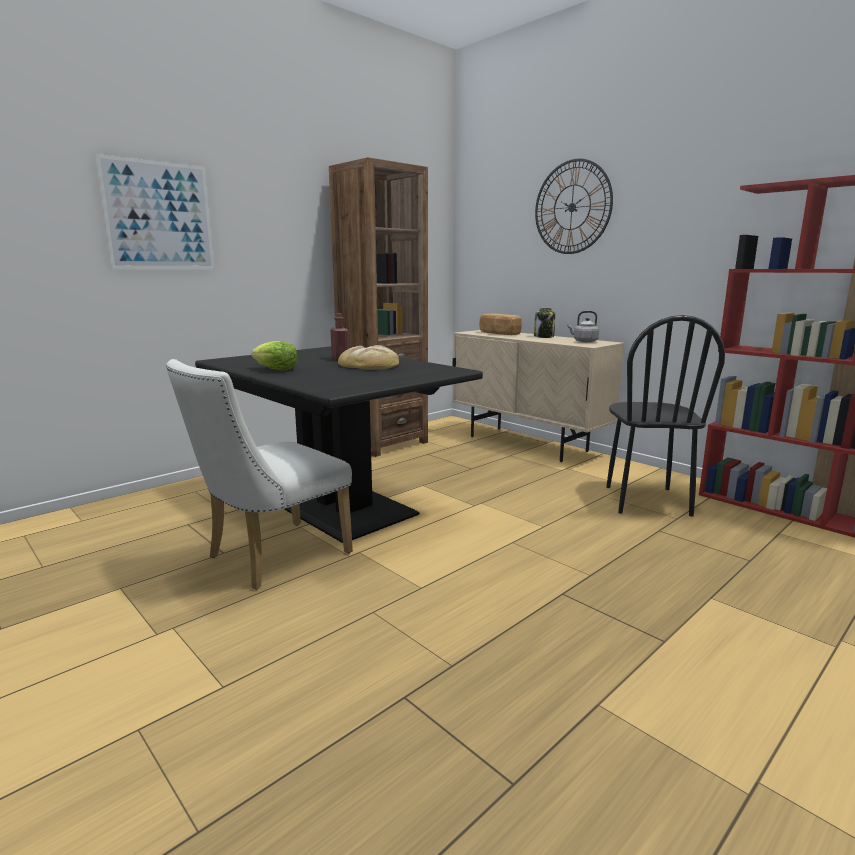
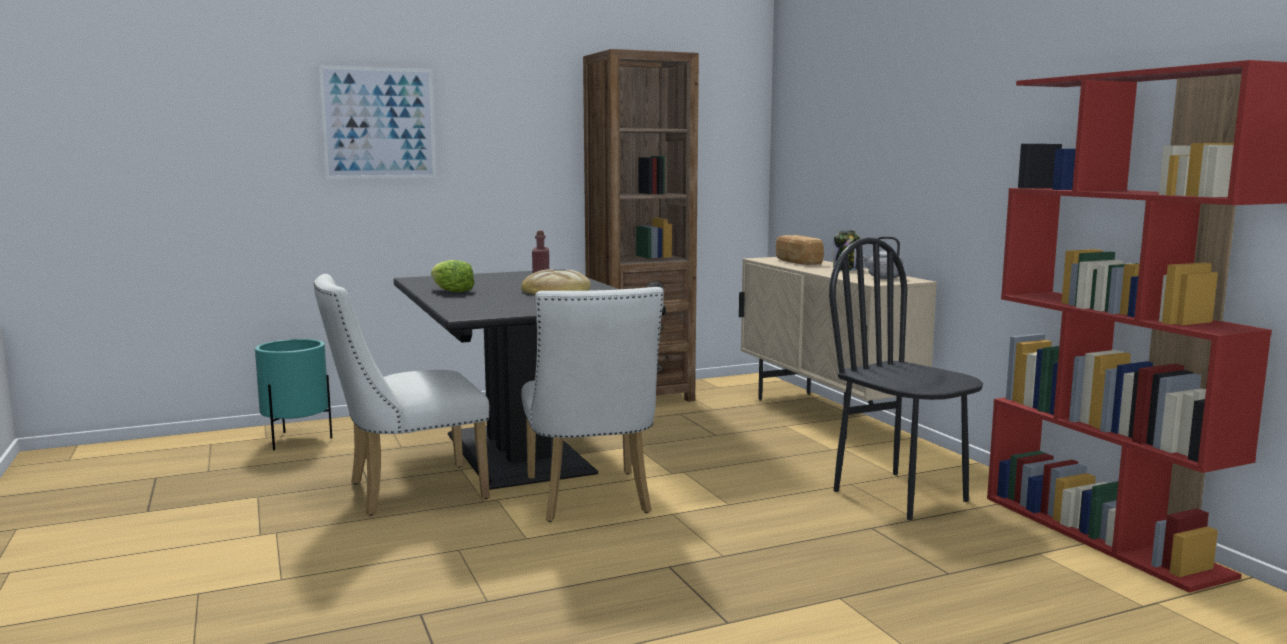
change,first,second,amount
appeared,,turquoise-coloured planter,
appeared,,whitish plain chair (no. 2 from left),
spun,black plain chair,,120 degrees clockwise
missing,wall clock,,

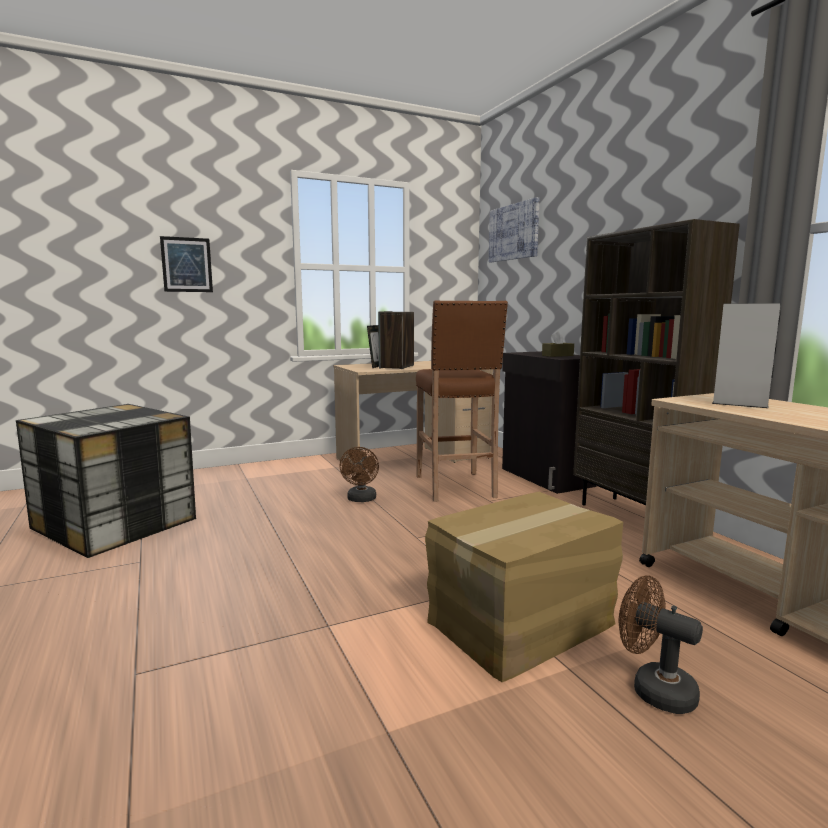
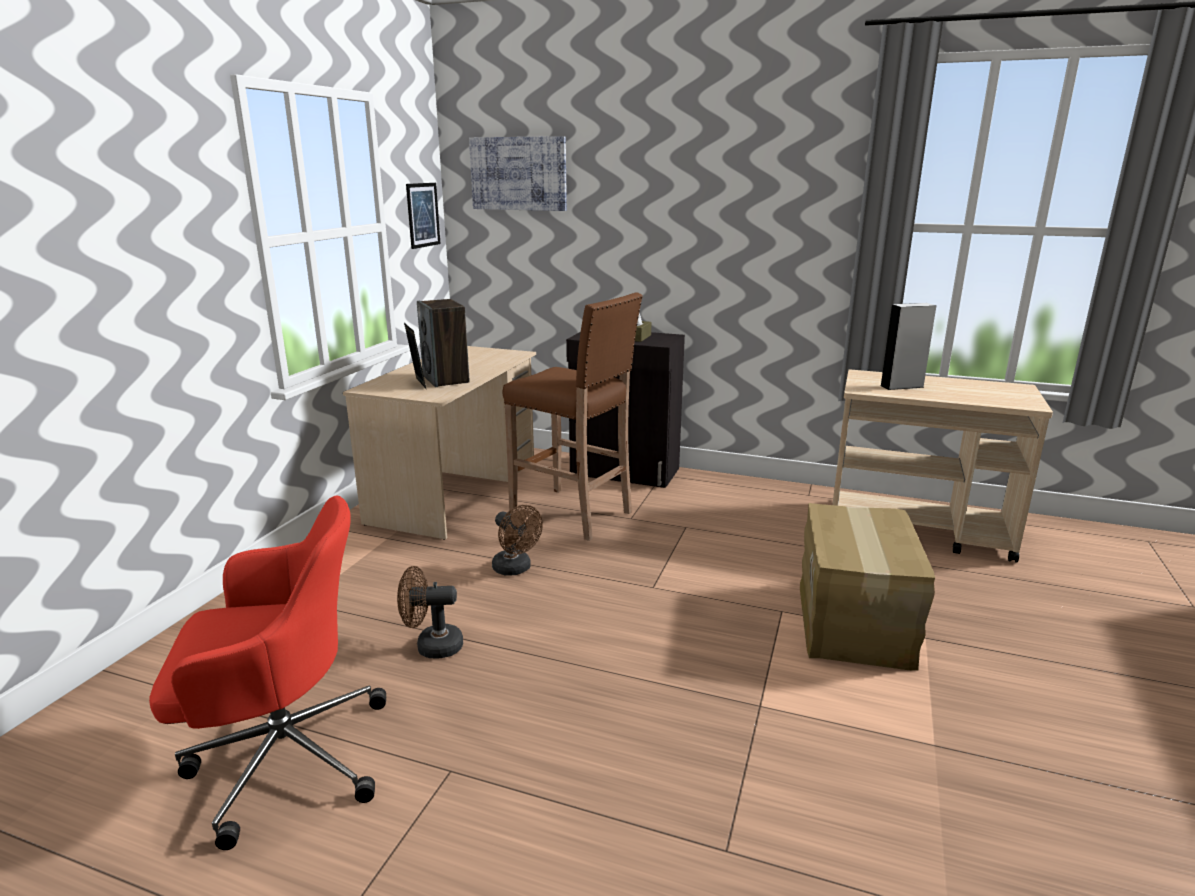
change,first,second,amount
exchanged,storage container,reddish desk chair,
relocated,brown-coloured electric fan (no. 2 from left in the first image),brown-coloured electric fan (no. 1 from left),
relocated,wall art (no. 1 from left),,
missing,brown-coloured bookshelf,,

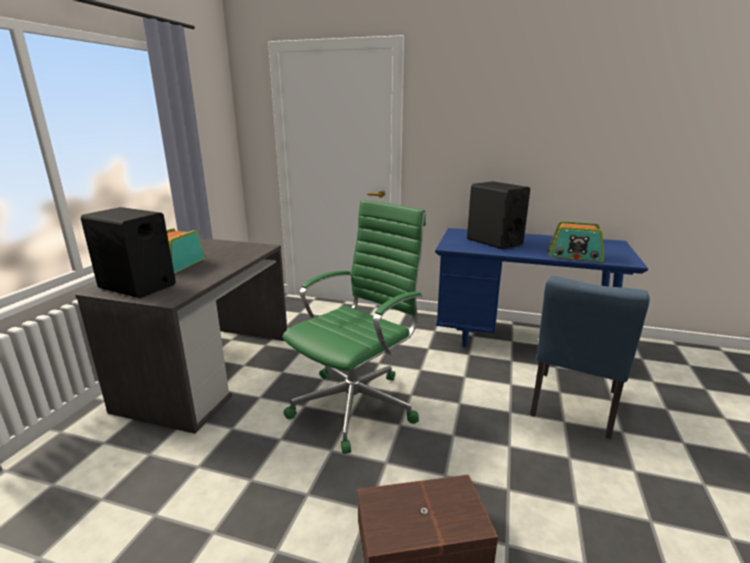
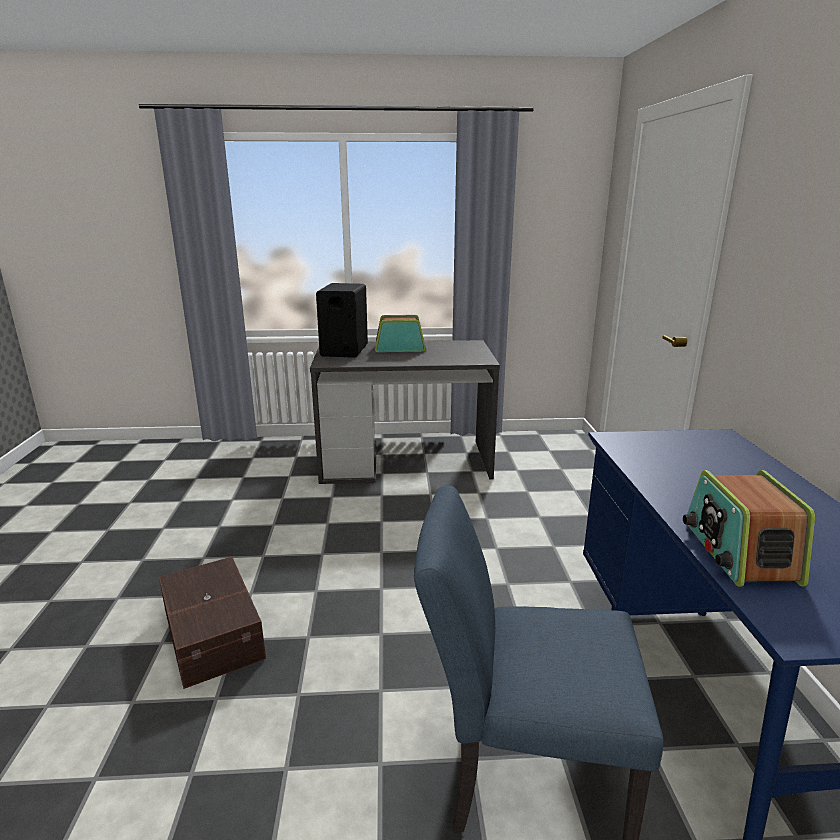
change,first,second,amount
missing,greenish desk chair,,
missing,black loudspeaker (no. 2 from left),,

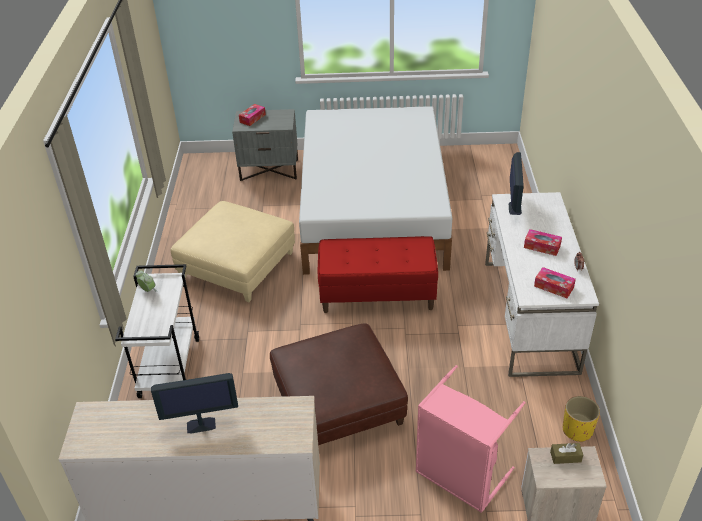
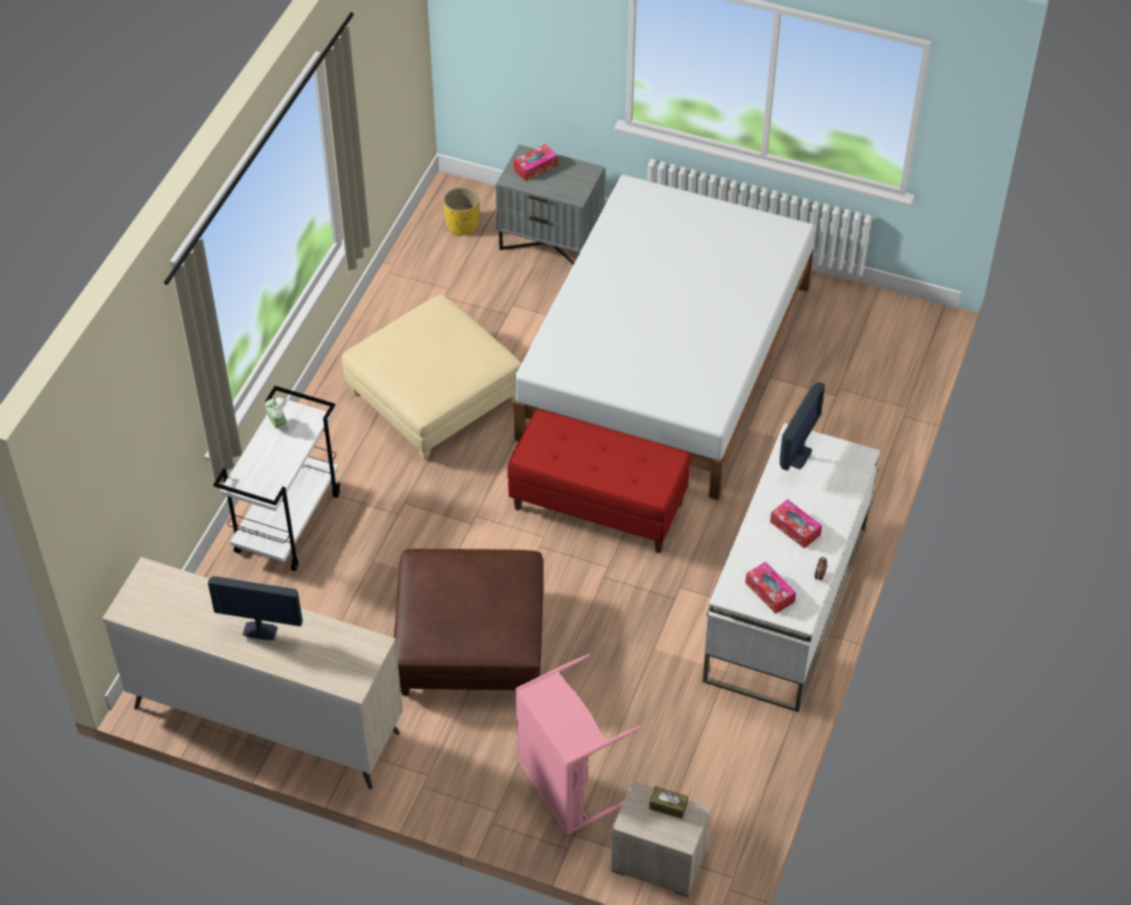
change,first,second,amount
relocated,yellowish planter,,

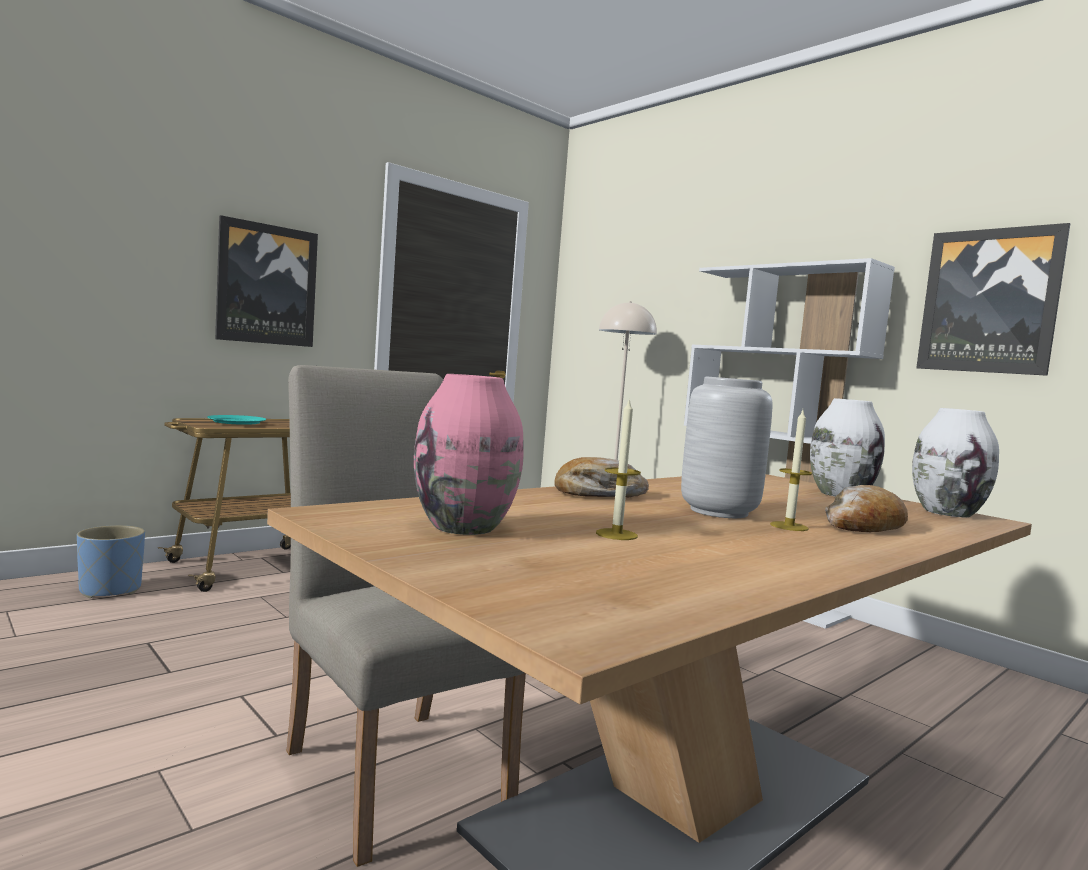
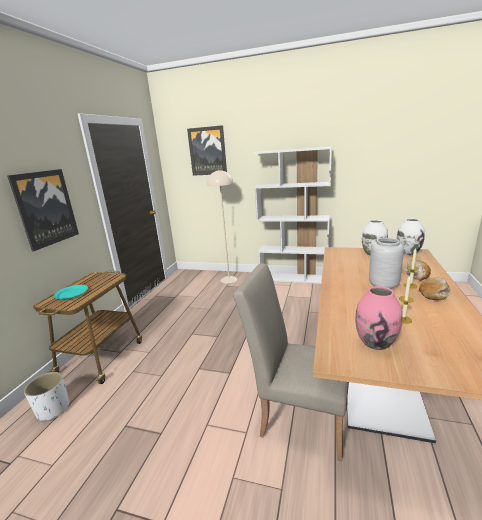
change,first,second,amount
colour,blue-coloured planter,whitish planter,
relocated,wall art (no. 2 from left),,
relocated,baked bread (no. 1 from left in the first image),baked bread (no. 2 from left),

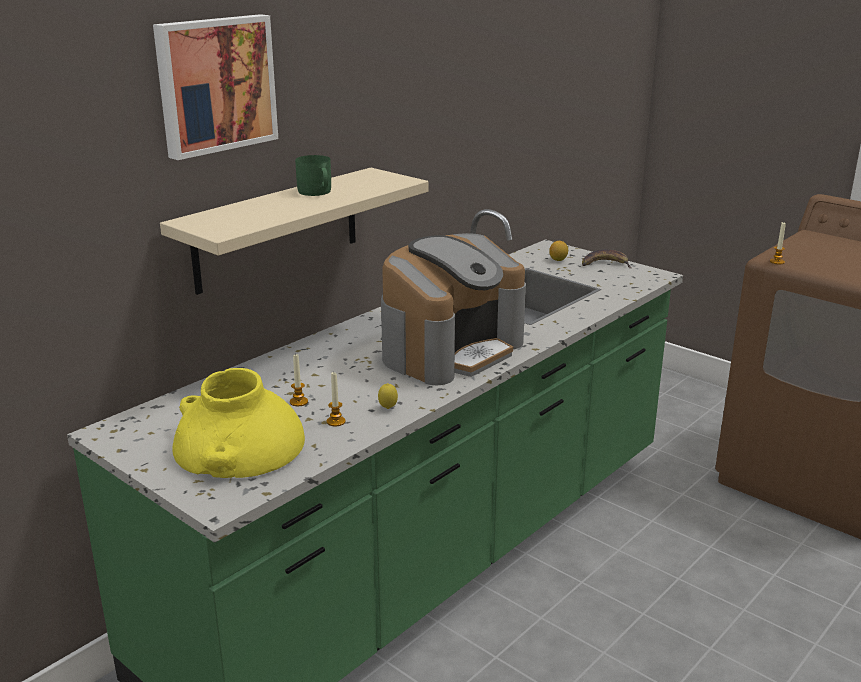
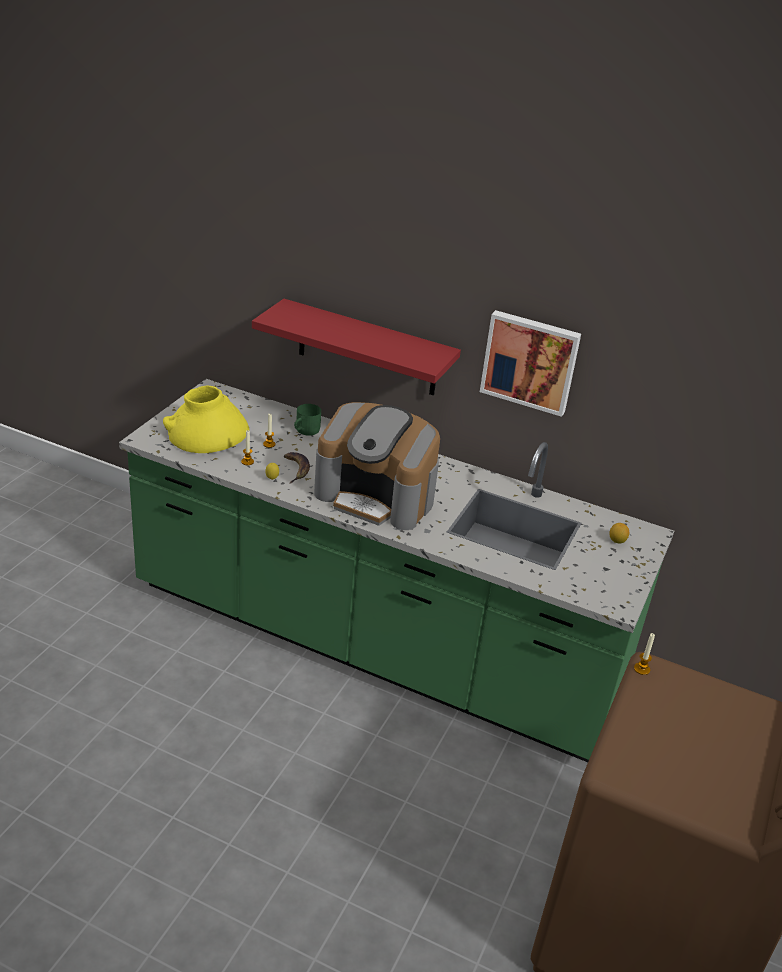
change,first,second,amount
colour,sand-coloured wall shelf,reddish wall shelf,
relocated,banana,,
relocated,greenish mug,,
relocated,wall art,,

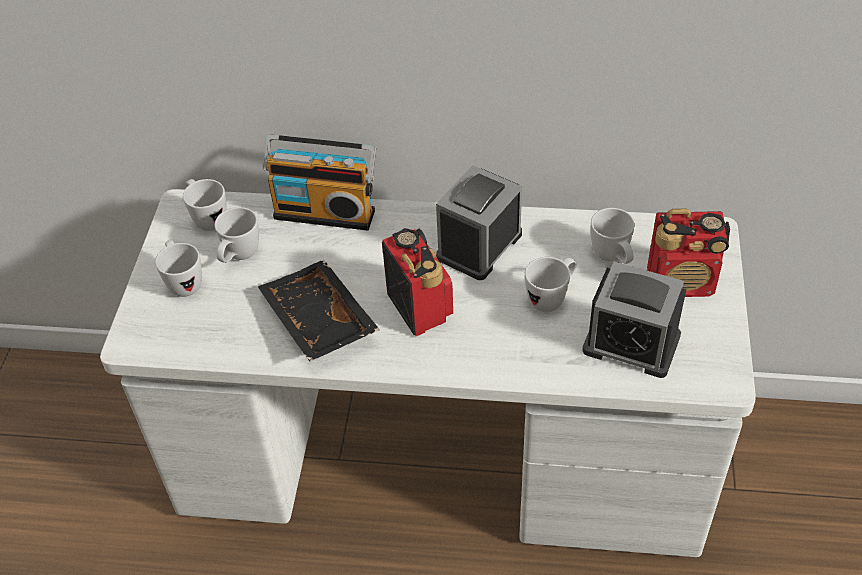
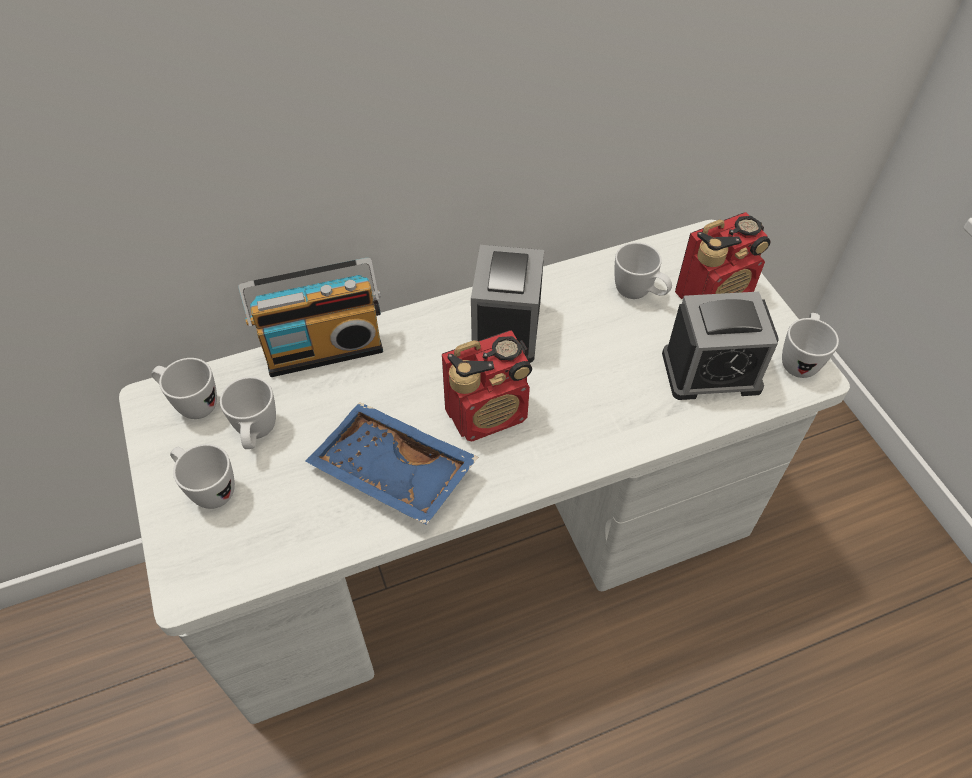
change,first,second,amount
colour,black tray,blue-coloured tray,
spun,radio (no. 2 from left),,120 degrees clockwise
relocated,whitish mug (no. 4 from left in the first image),whitish mug (no. 5 from left),

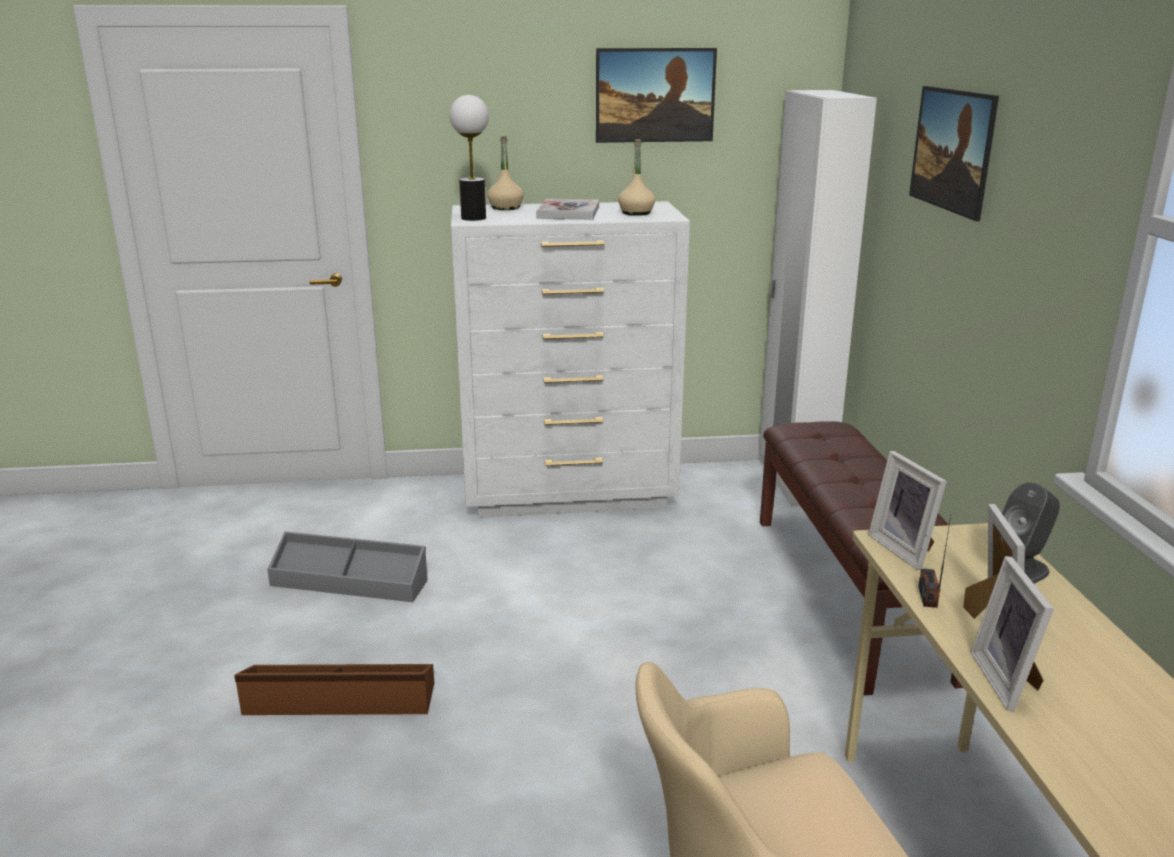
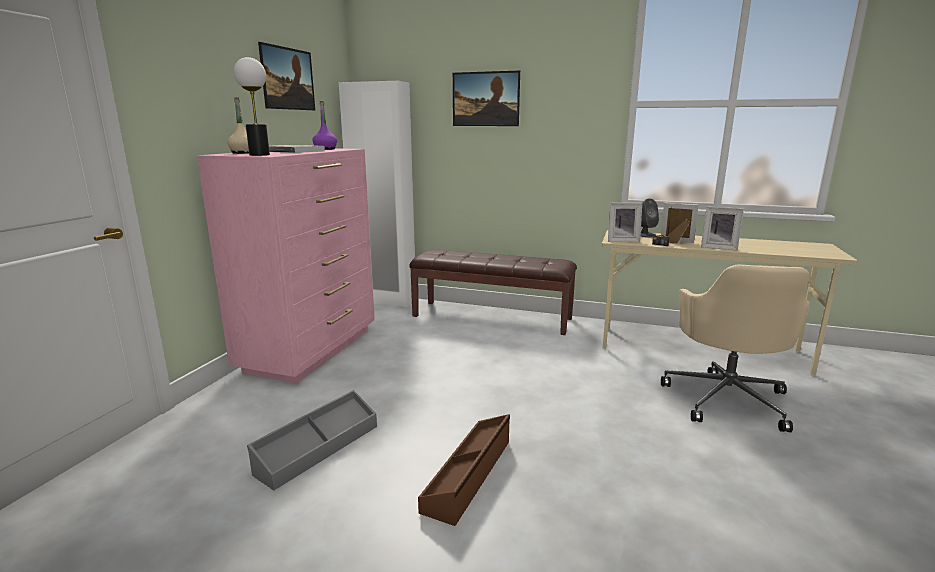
change,first,second,amount
colour,whitish chest of drawers,pink chest of drawers,
colour,sand-coloured drink bottle (no. 2 from left),purplish drink bottle,

